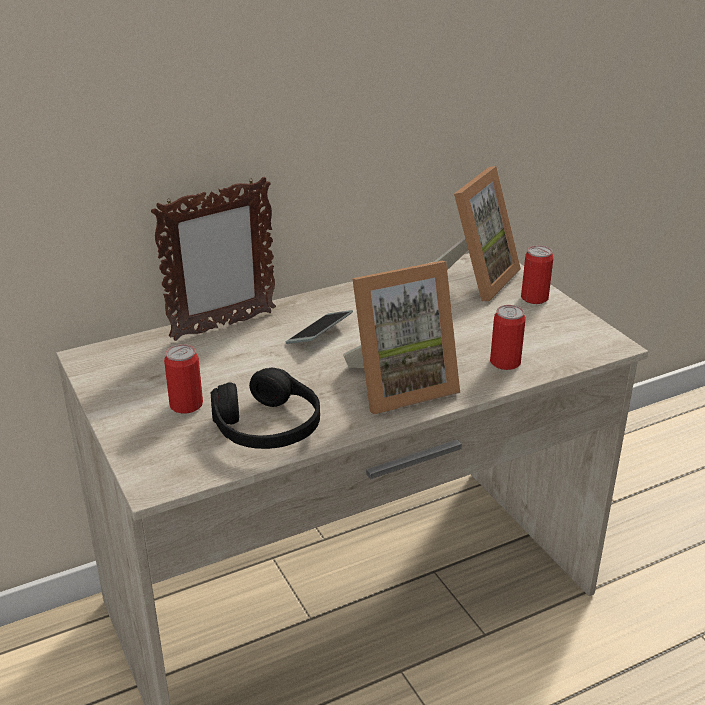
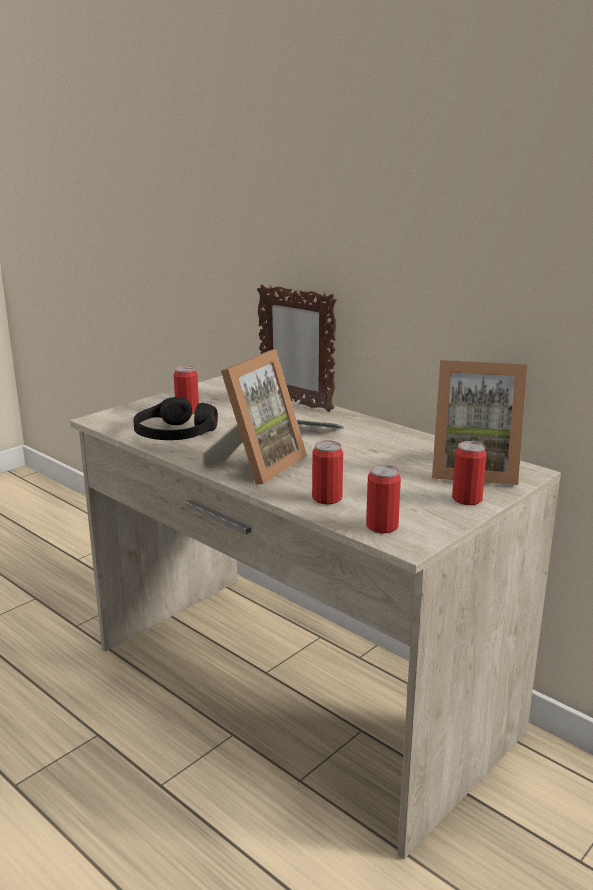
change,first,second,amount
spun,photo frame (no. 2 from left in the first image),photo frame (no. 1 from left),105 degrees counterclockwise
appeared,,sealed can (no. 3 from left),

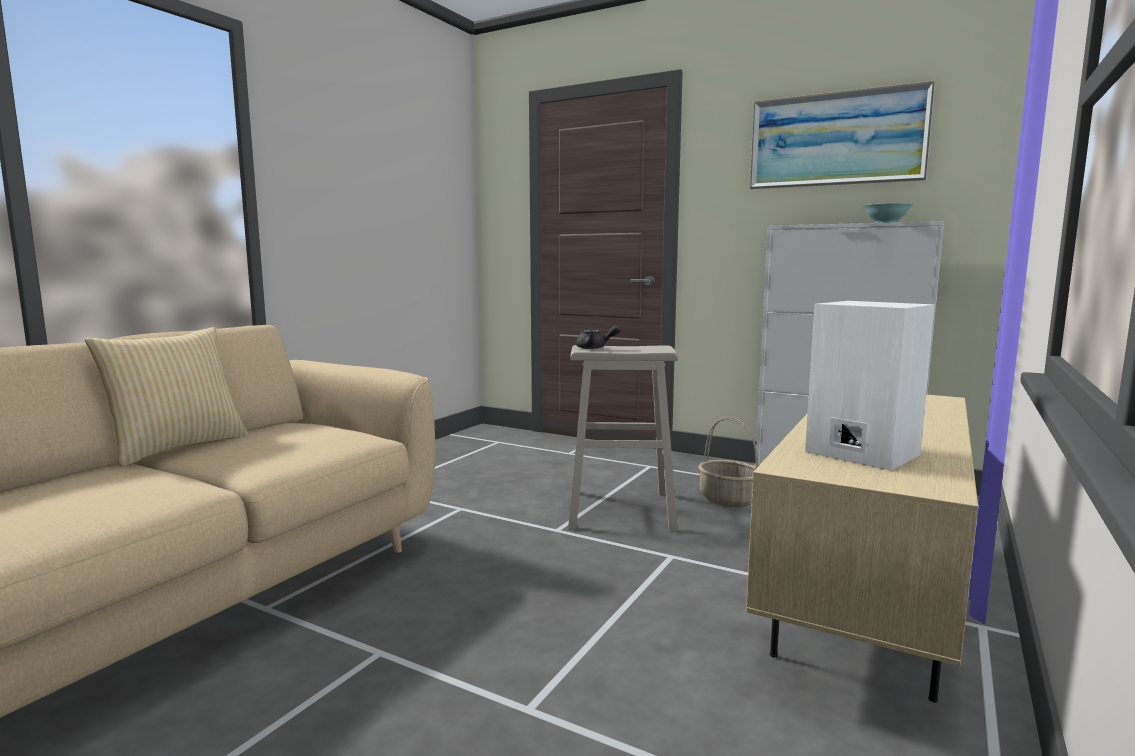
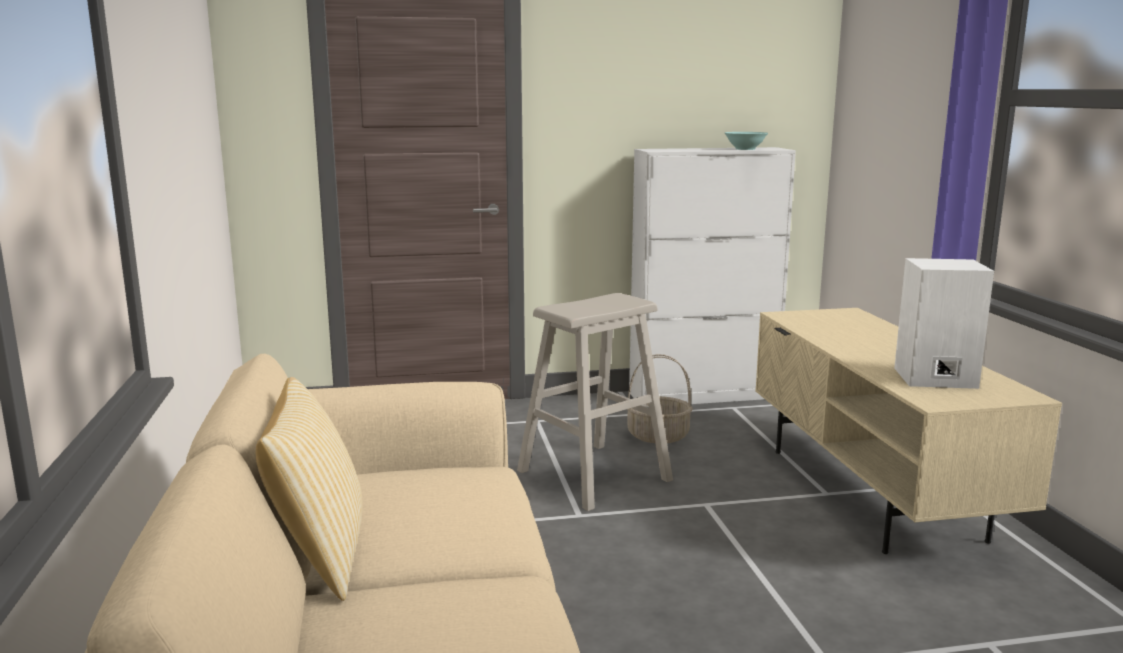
change,first,second,amount
missing,greyish teapot,,
missing,wall art,,

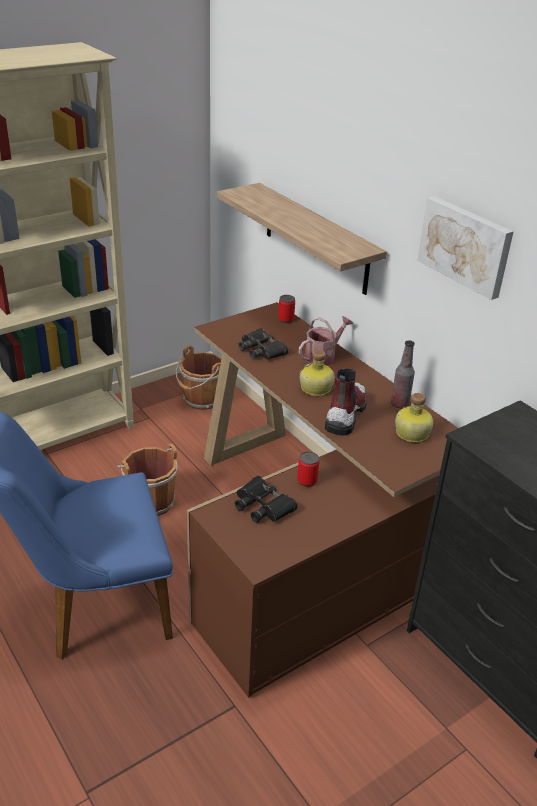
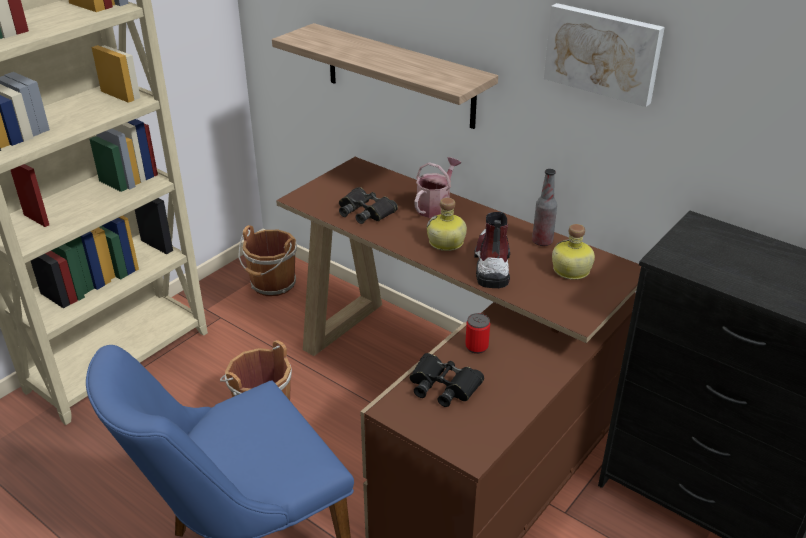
change,first,second,amount
missing,sealed can (no. 1 from left),,

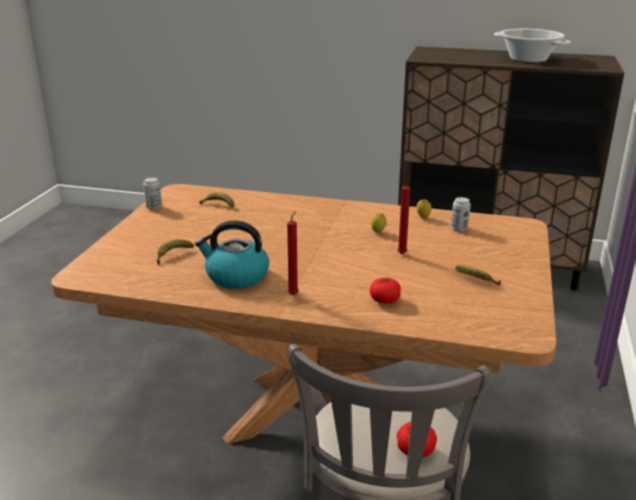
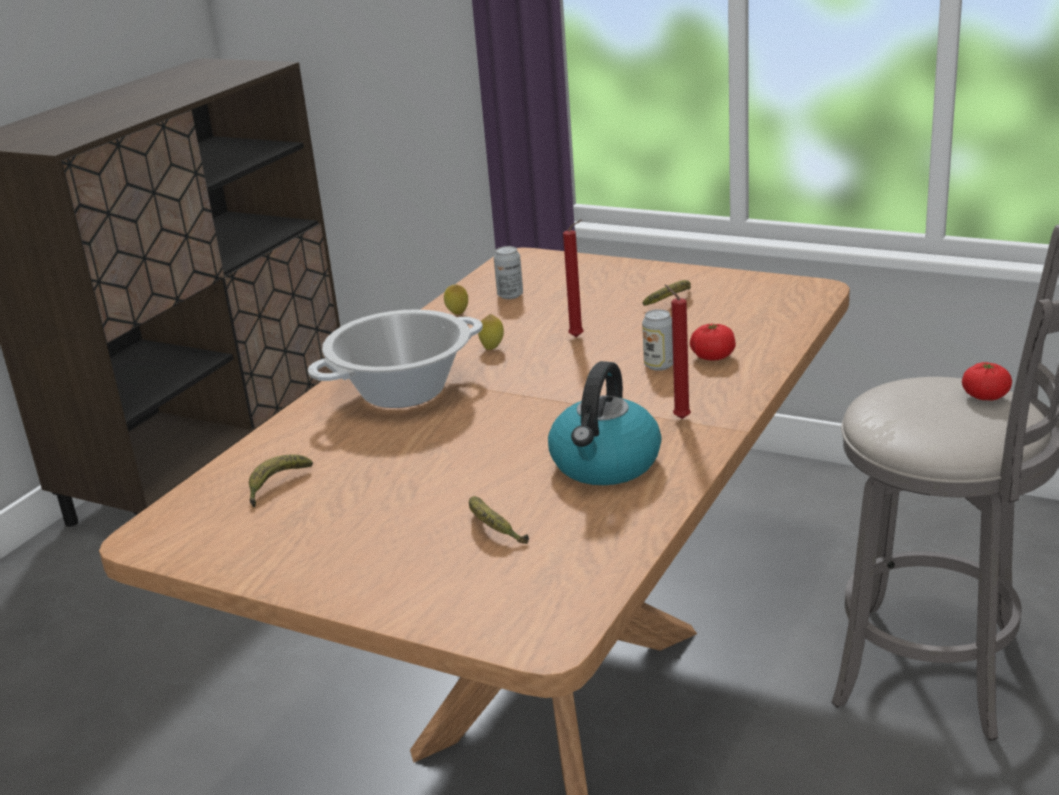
change,first,second,amount
relocated,cooking pot,,
relocated,sealed can (no. 1 from left in the first image),sealed can (no. 2 from left),

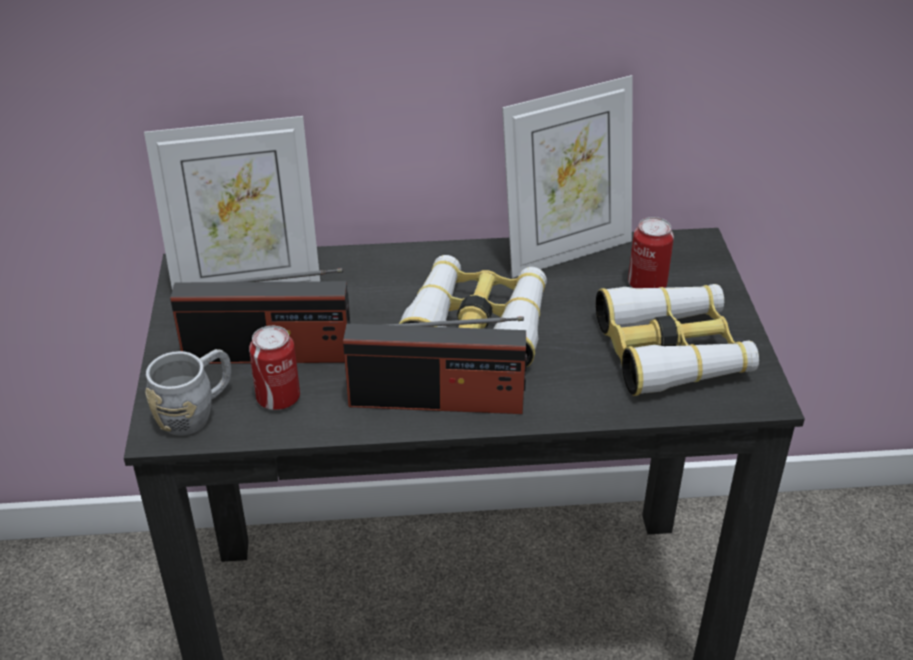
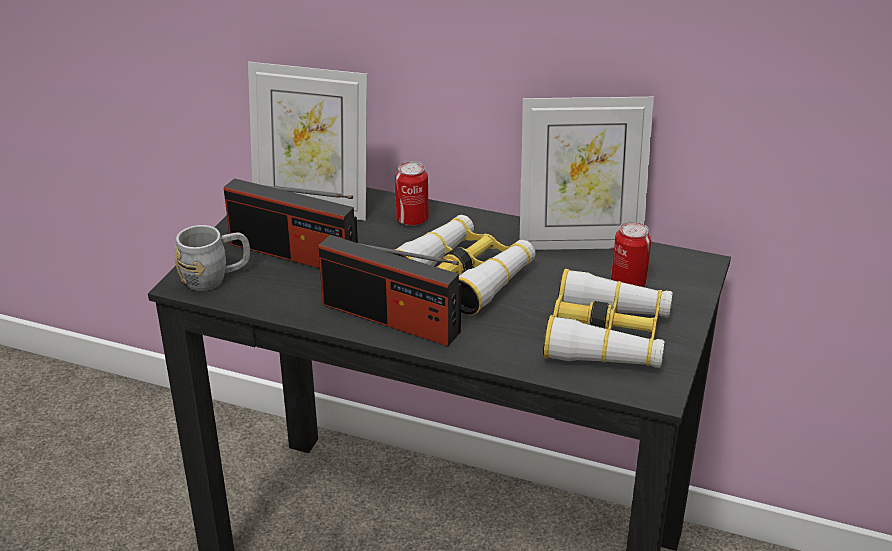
change,first,second,amount
relocated,sealed can (no. 1 from left),,

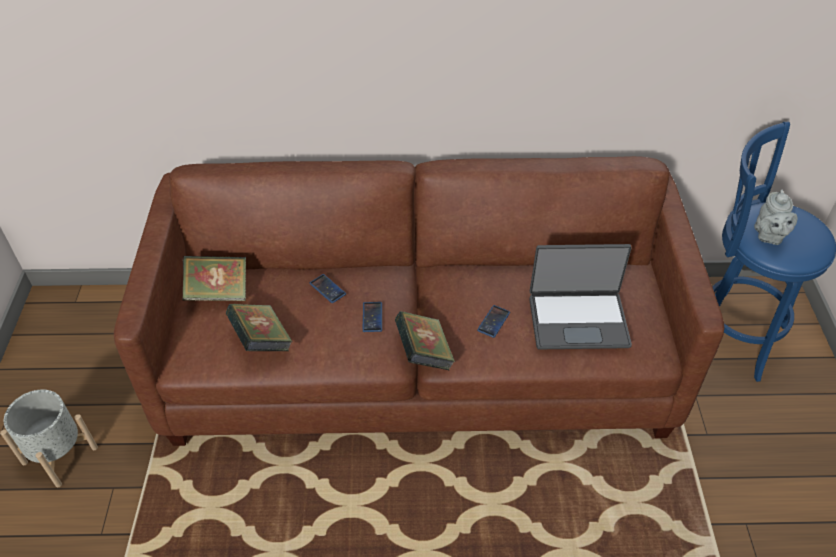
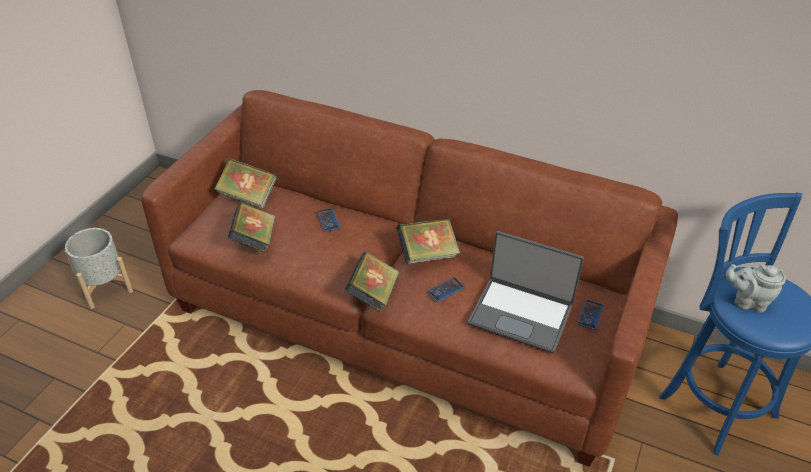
change,first,second,amount
appeared,,bound book (no. 4 from left),
relocated,handset (no. 2 from left in the first image),handset (no. 3 from left),
spun,greyish teapot,,75 degrees clockwise

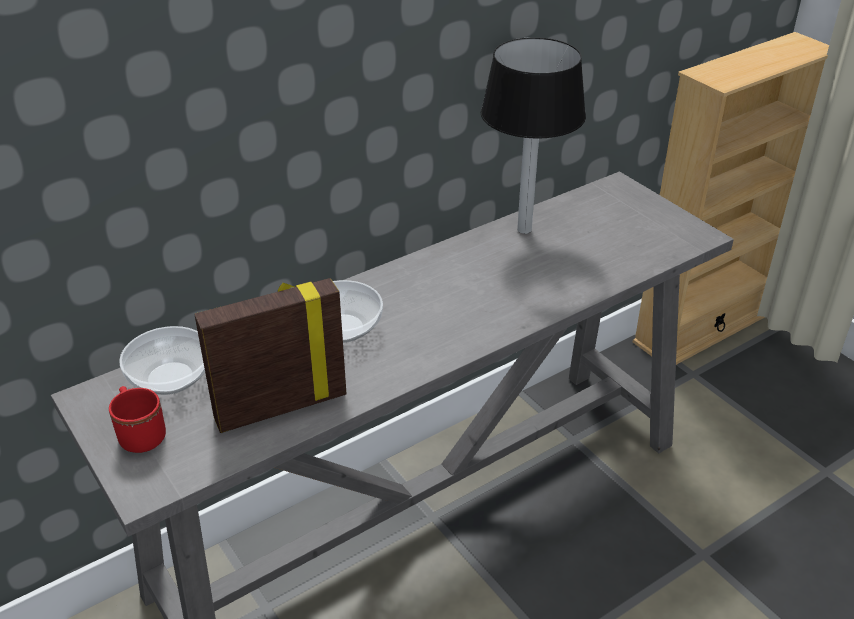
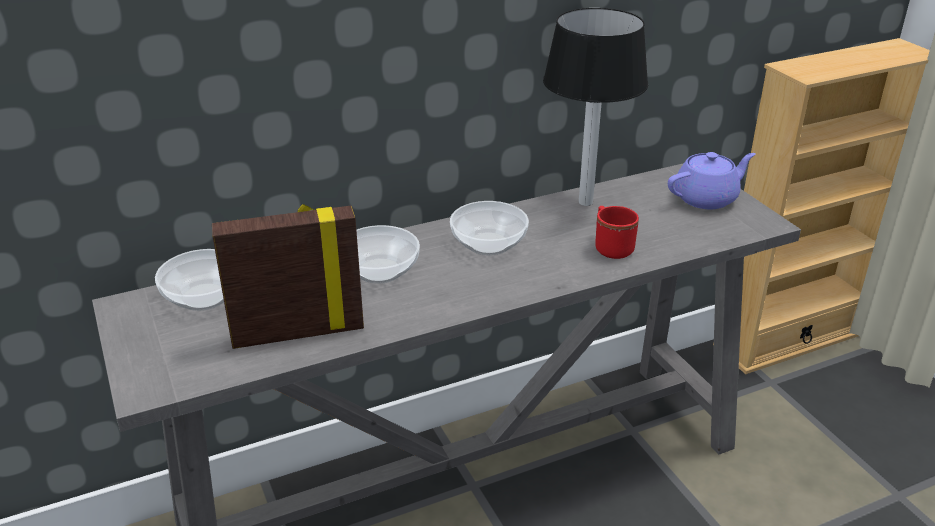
change,first,second,amount
appeared,,bowl (no. 3 from left),
relocated,reddish mug,,
appeared,,purplish teapot,

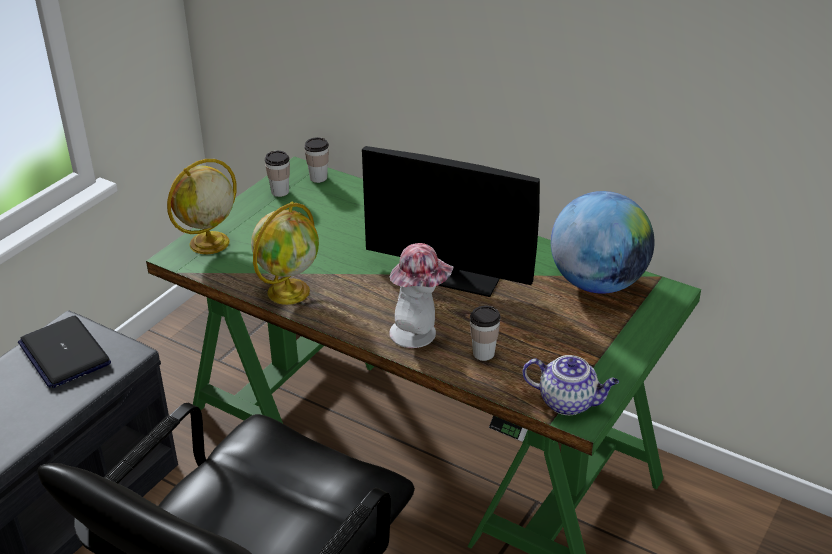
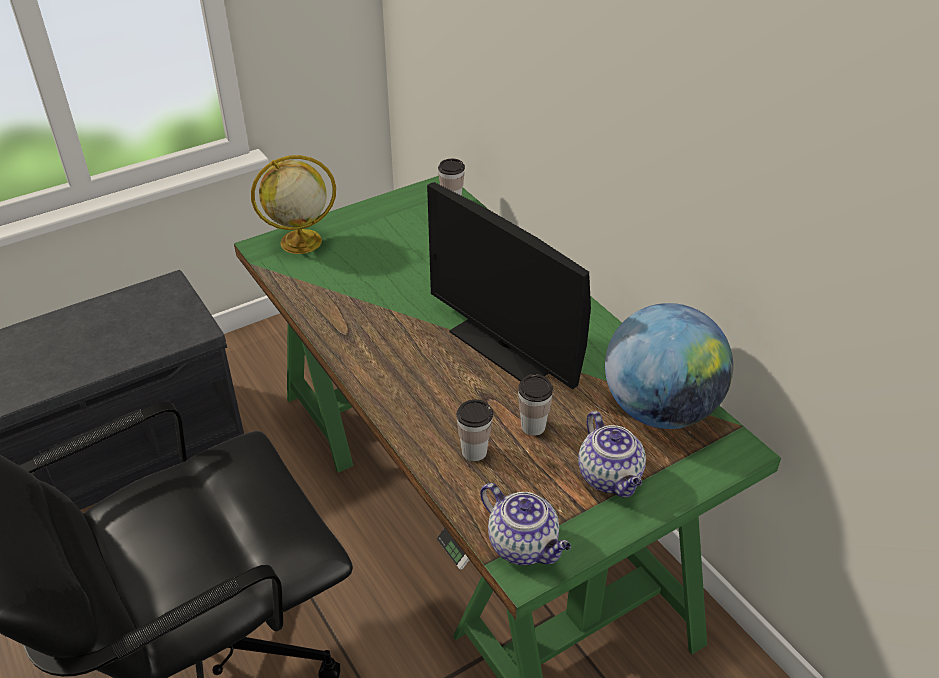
change,first,second,amount
relocated,cup (no. 1 from left in the first image),cup (no. 3 from left),
appeared,,teapot (no. 2 from left),
missing,portable computer,,
missing,desk globe (no. 2 from left),,
missing,wearable hat,,

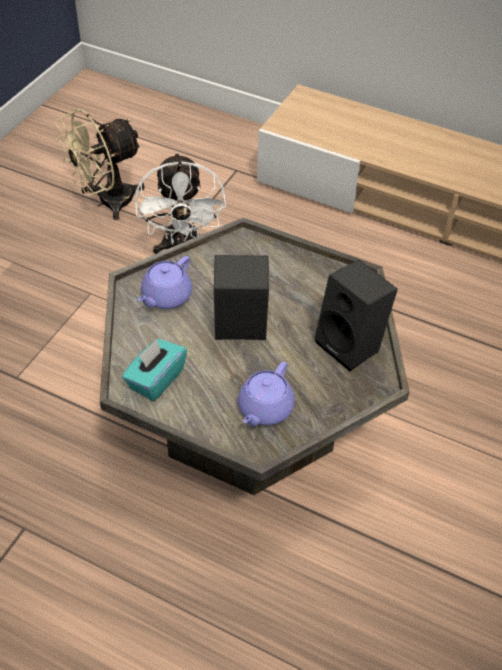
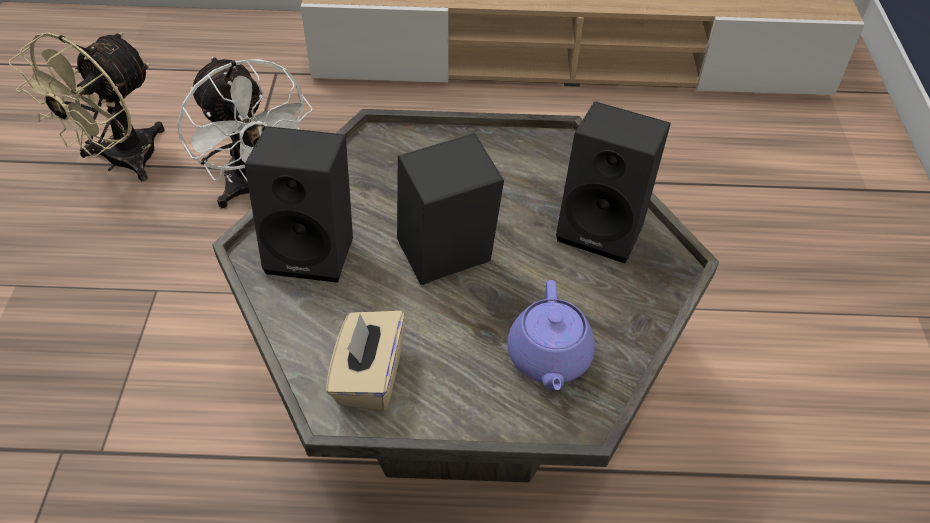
change,first,second,amount
exchanged,purplish teapot (no. 1 from left),black loudspeaker (no. 1 from left),
colour,turquoise-coloured tissue holder,sand-coloured tissue holder,

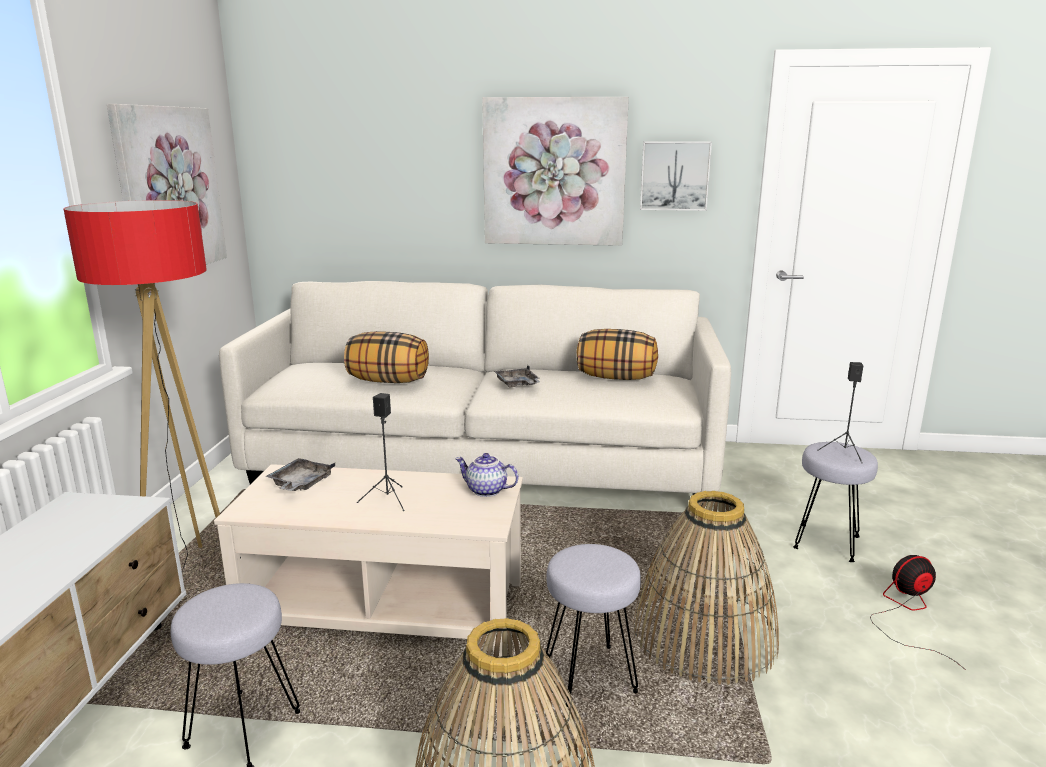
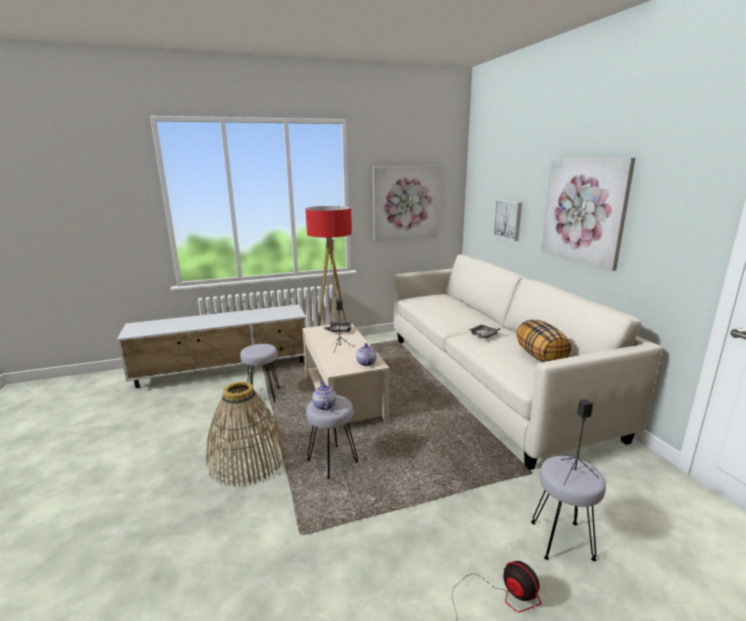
change,first,second,amount
appeared,,teapot (no. 1 from left),
relocated,wall art (no. 3 from left in the first image),wall art (no. 2 from left),
missing,throw pillow (no. 1 from left),,
missing,household basket (no. 2 from left),,

